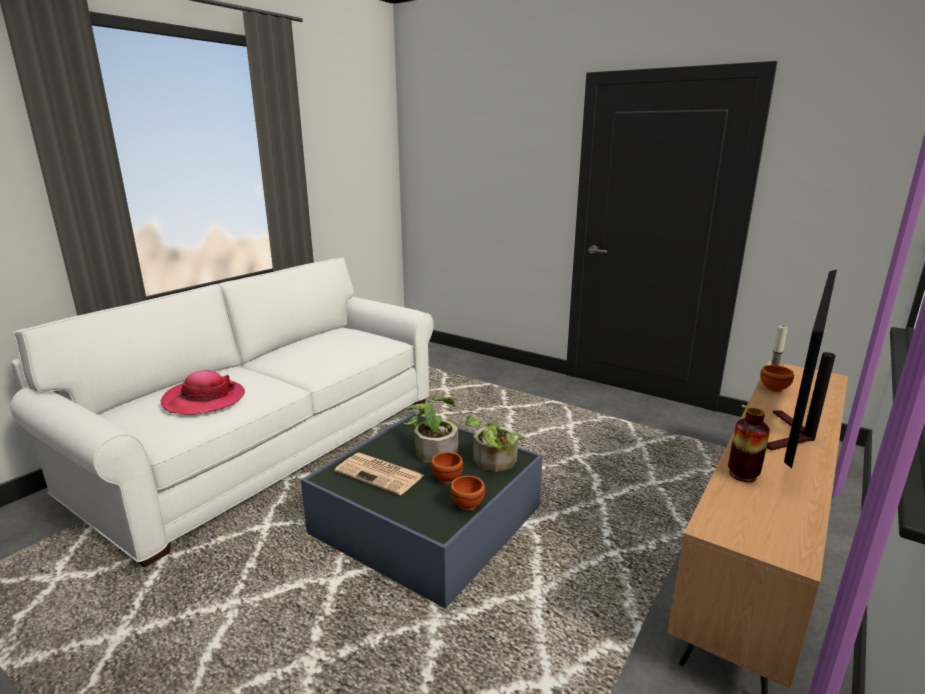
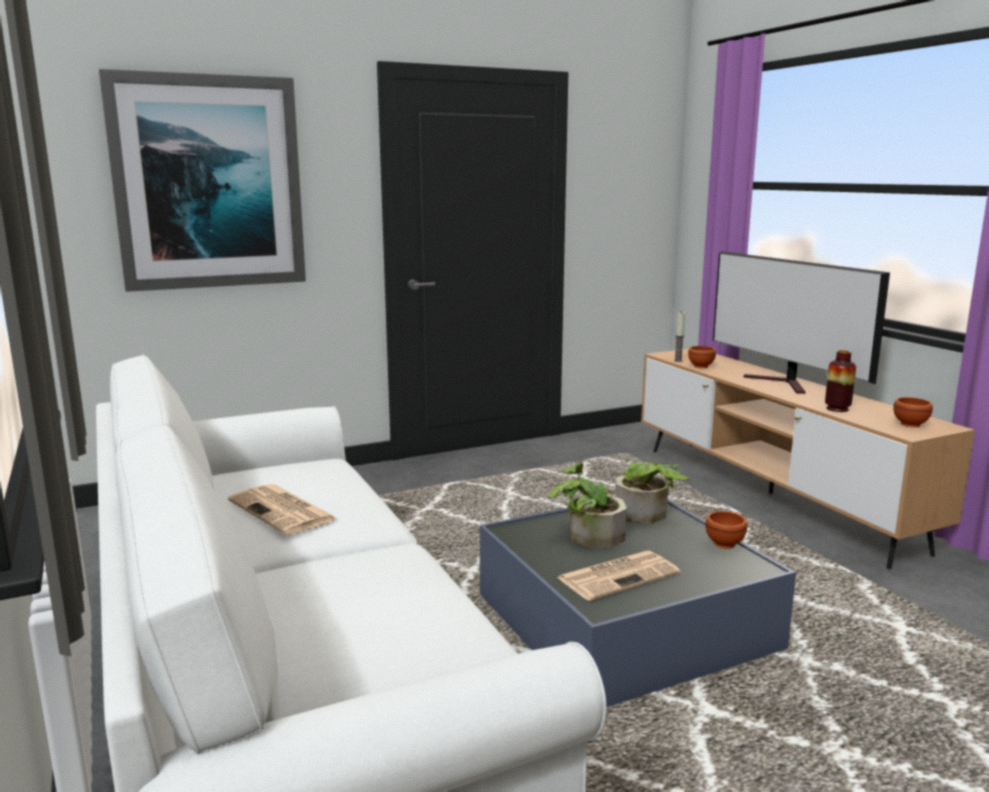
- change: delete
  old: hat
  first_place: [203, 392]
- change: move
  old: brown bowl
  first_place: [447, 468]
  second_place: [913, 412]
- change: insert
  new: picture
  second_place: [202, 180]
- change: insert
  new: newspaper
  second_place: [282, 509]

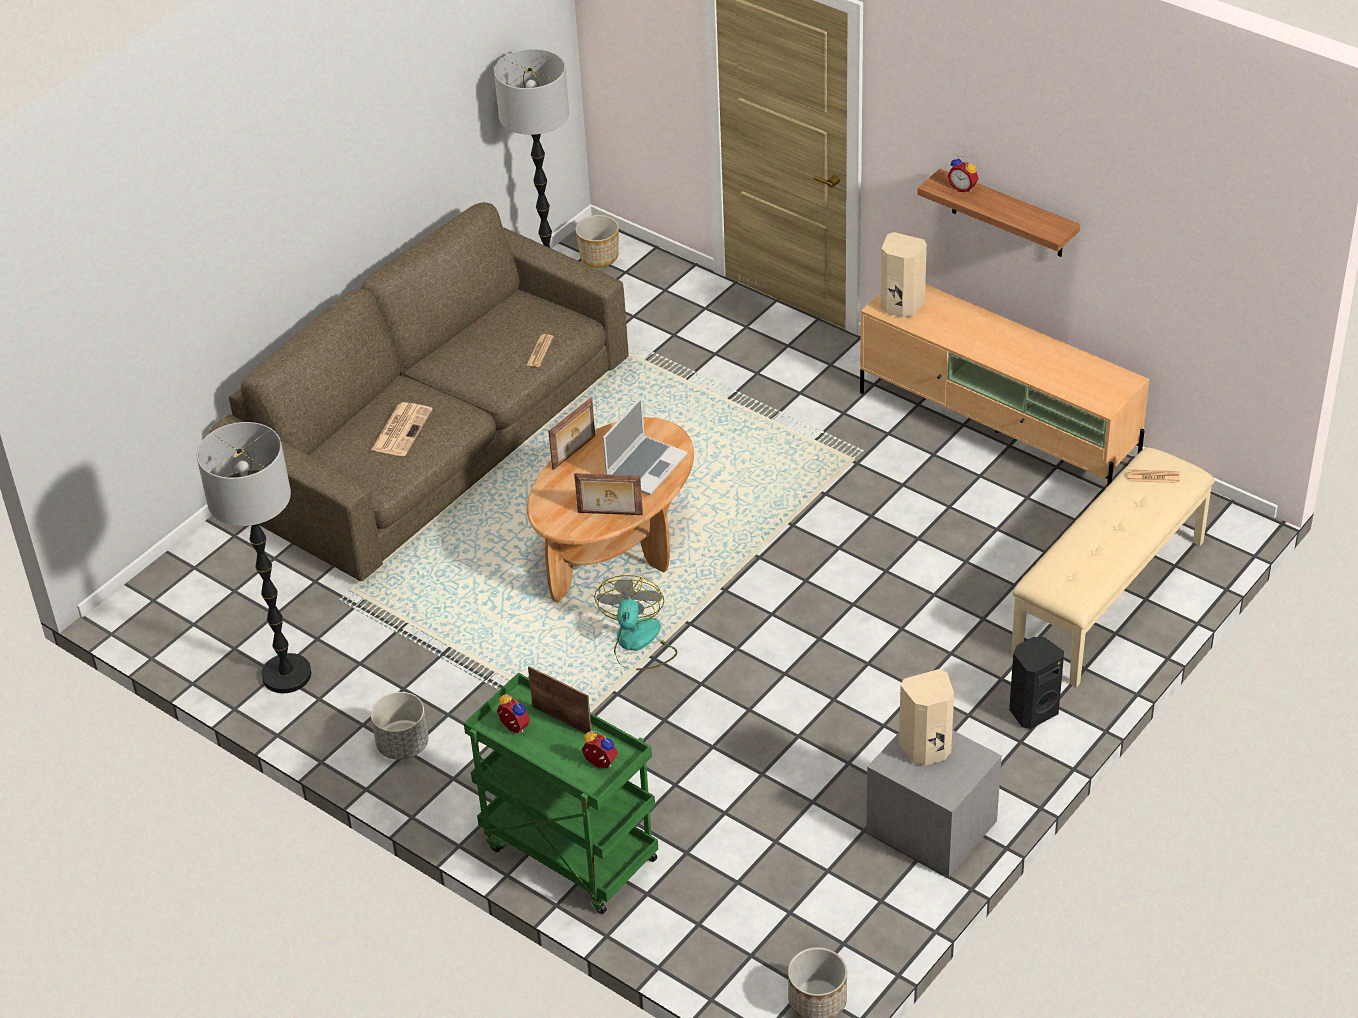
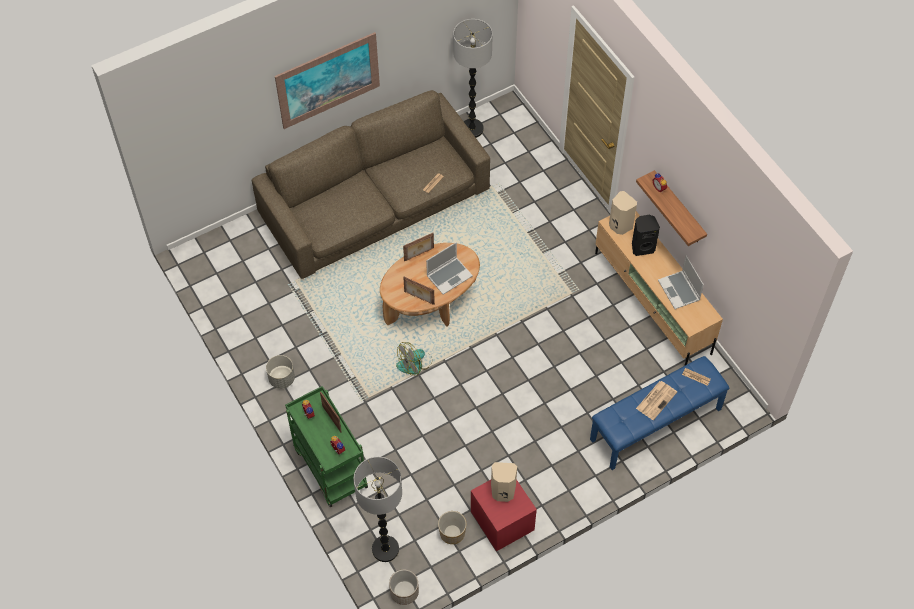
- change: move
  old: floor lamp
  first_place: [254, 557]
  second_place: [378, 509]
- change: move
  old: newspaper
  first_place: [401, 429]
  second_place: [656, 400]
- change: move
  old: planter
  first_place: [597, 241]
  second_place: [452, 527]
- change: rotate
  old: fan
  first_place: [635, 622]
  second_place: [414, 359]
  degrees: -150
- change: recolor
  old: grey nightstand
  new: red nightstand
  first_place: [934, 803]
  second_place: [504, 515]
- change: move
  old: black speaker
  first_place: [1036, 683]
  second_place: [646, 235]
- change: recolor
  old: beige bench
  new: blue bench
  first_place: [1113, 567]
  second_place: [659, 413]
- change: insert
  new: picture
  second_place: [327, 80]
- change: insert
  new: laptop
  second_place: [681, 282]

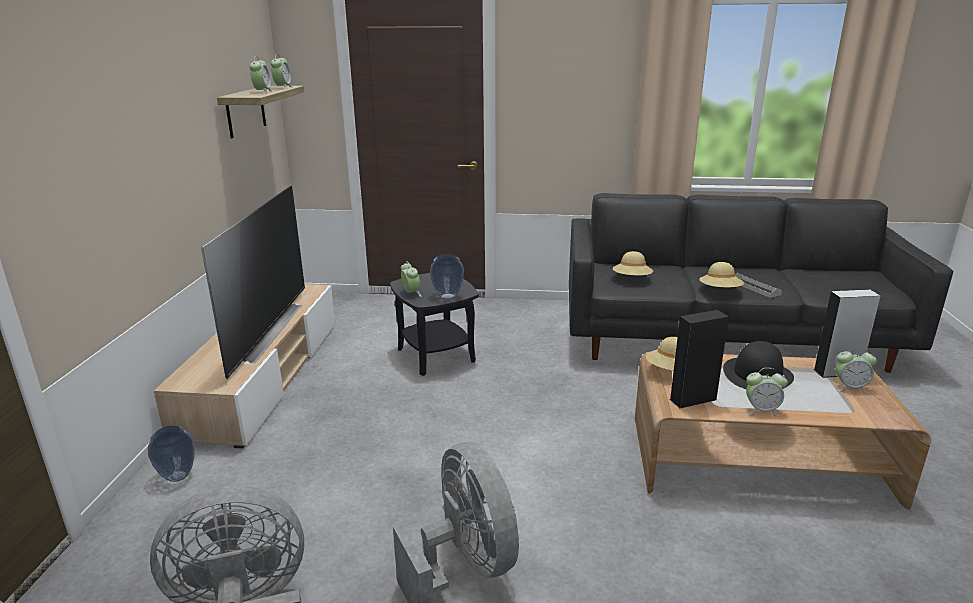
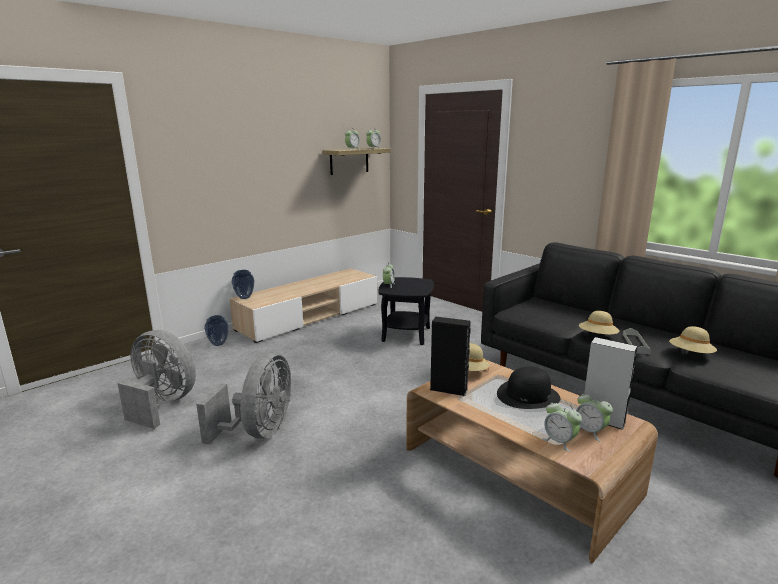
- change: delete
  old: television
  first_place: [253, 282]
- change: move
  old: vase
  first_place: [447, 276]
  second_place: [243, 284]
- change: move
  old: beige hat
  first_place: [633, 263]
  second_place: [693, 339]
- change: move
  old: alarm clock
  first_place: [767, 392]
  second_place: [562, 426]

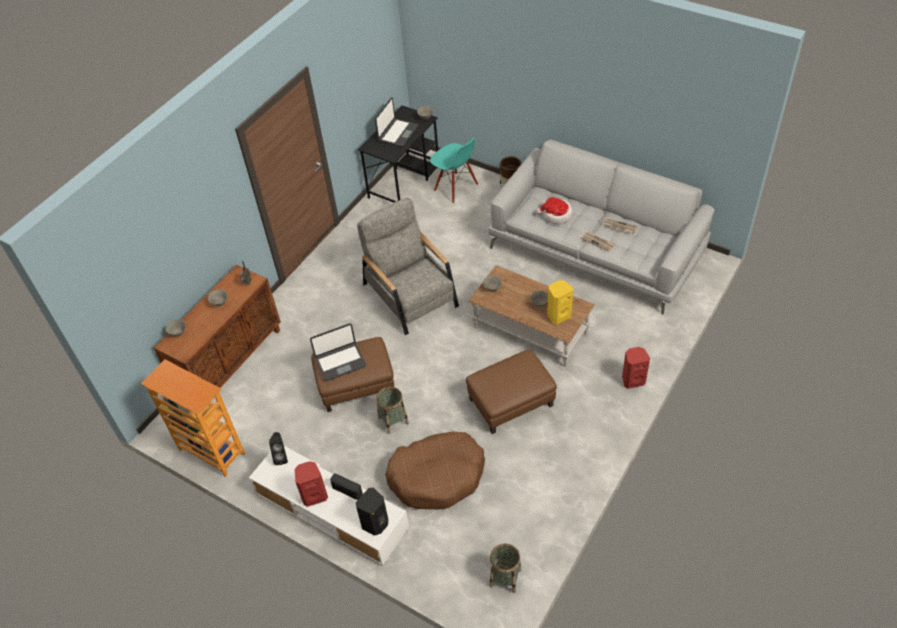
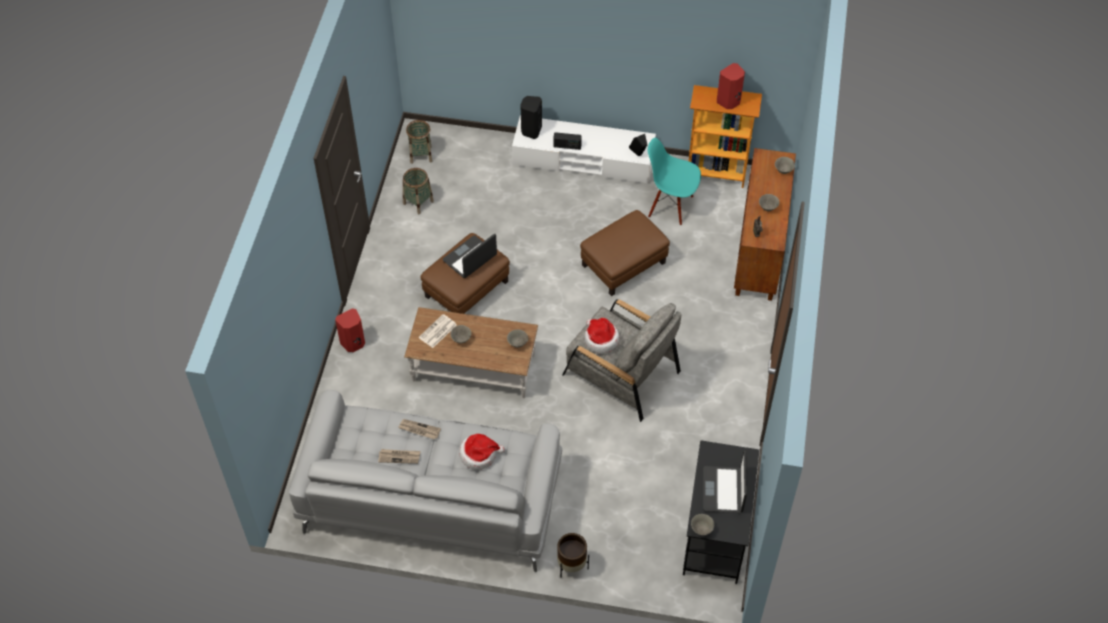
- change: move
  old: red speaker
  first_place: [311, 484]
  second_place: [731, 86]
- change: move
  old: laptop
  first_place: [338, 352]
  second_place: [469, 256]
- change: move
  old: basket
  first_place: [392, 410]
  second_place: [418, 191]
- change: delete
  old: brown dog bed
  first_place: [435, 470]
- change: move
  old: turquoise chair
  first_place: [454, 170]
  second_place: [674, 181]
- change: replace
  old: yellow speaker
  new: newspaper
  first_place: [560, 302]
  second_place: [437, 331]
- change: insert
  new: hat
  second_place: [601, 335]

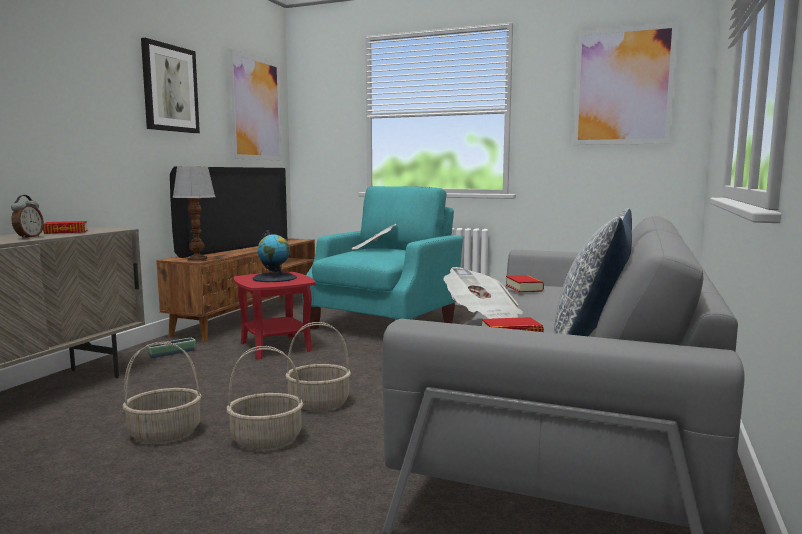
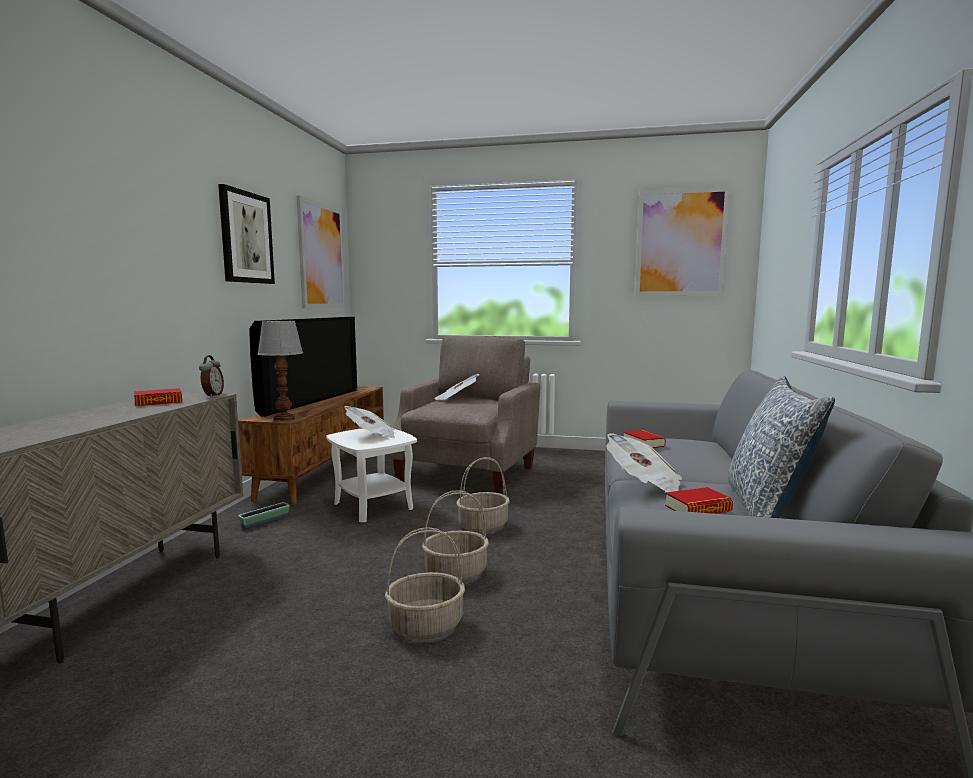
- change: move
  old: alarm clock
  first_place: [27, 217]
  second_place: [211, 376]
- change: move
  old: basket
  first_place: [162, 392]
  second_place: [483, 495]
- change: recolor
  old: red side table
  new: white side table
  first_place: [274, 315]
  second_place: [371, 475]
- change: replace
  old: globe
  new: newspaper
  first_place: [274, 256]
  second_place: [369, 422]
- change: recolor
  old: turquoise armchair
  new: beige armchair
  first_place: [382, 257]
  second_place: [465, 414]

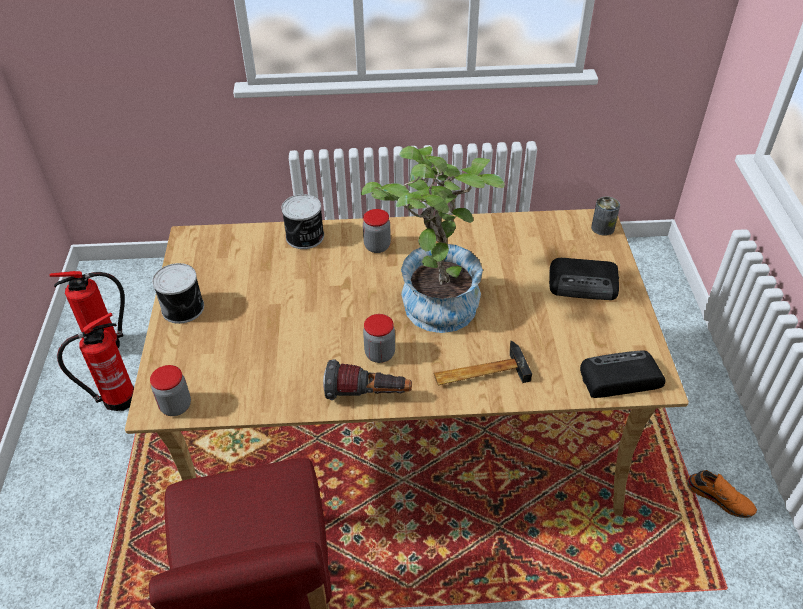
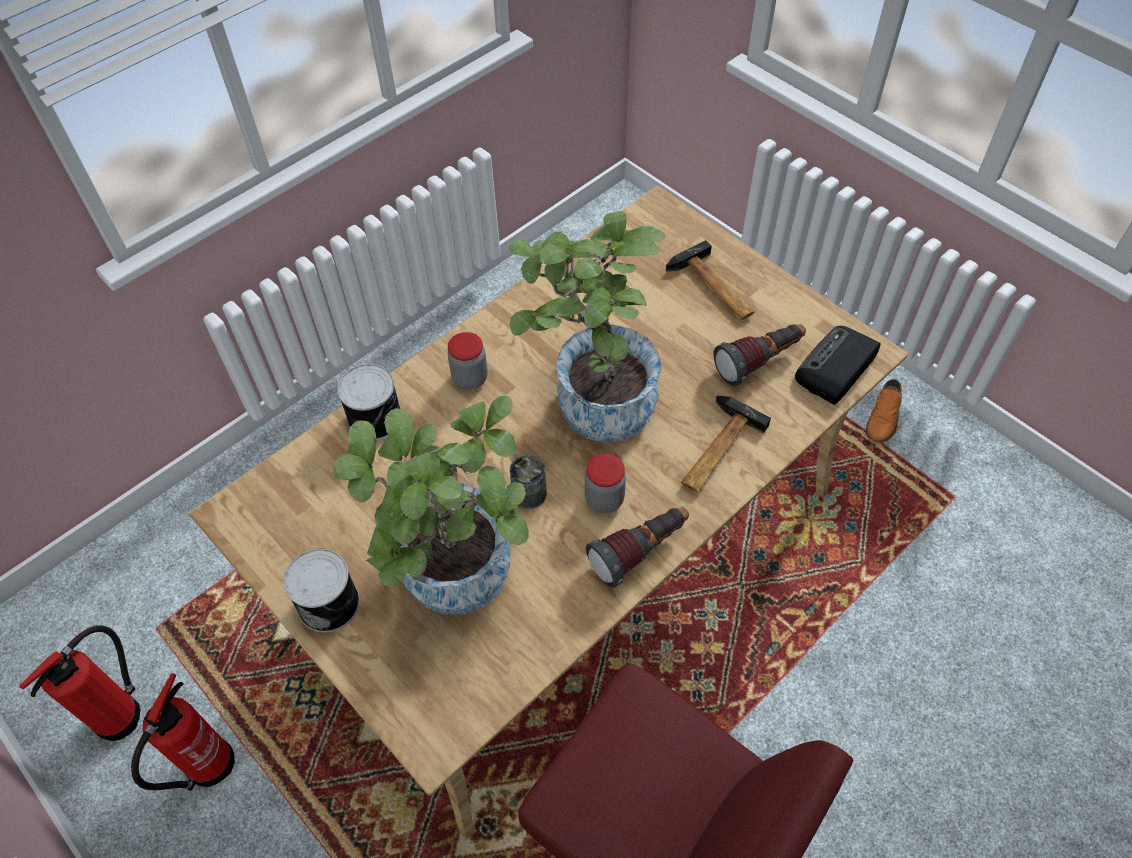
- change: delete
  old: jar
  first_place: [170, 390]
- change: replace
  old: radio
  new: hammer
  first_place: [584, 279]
  second_place: [710, 280]
- change: move
  old: can
  first_place: [605, 216]
  second_place: [528, 482]
- change: rotate
  old: orange shoe
  first_place: [721, 494]
  second_place: [884, 410]
  degrees: 120
- change: insert
  new: potted plant
  second_place: [431, 505]
- change: insert
  new: flashlight
  second_place: [759, 355]

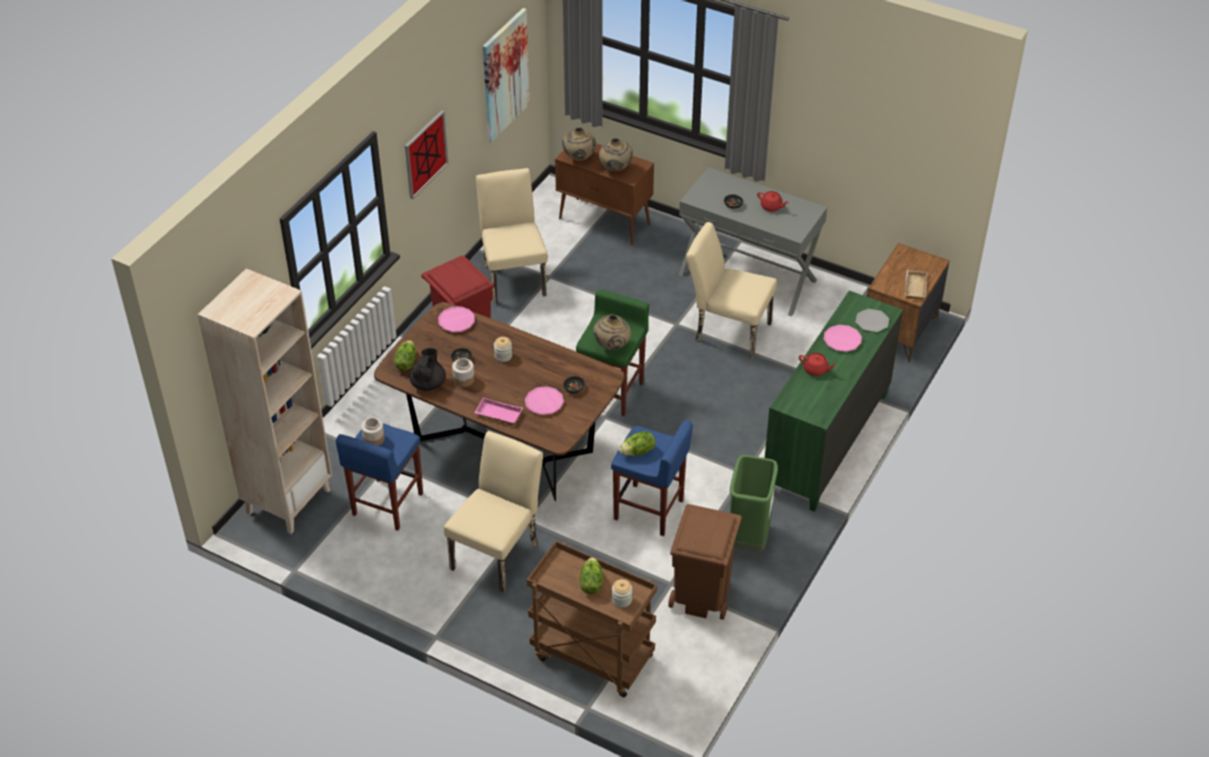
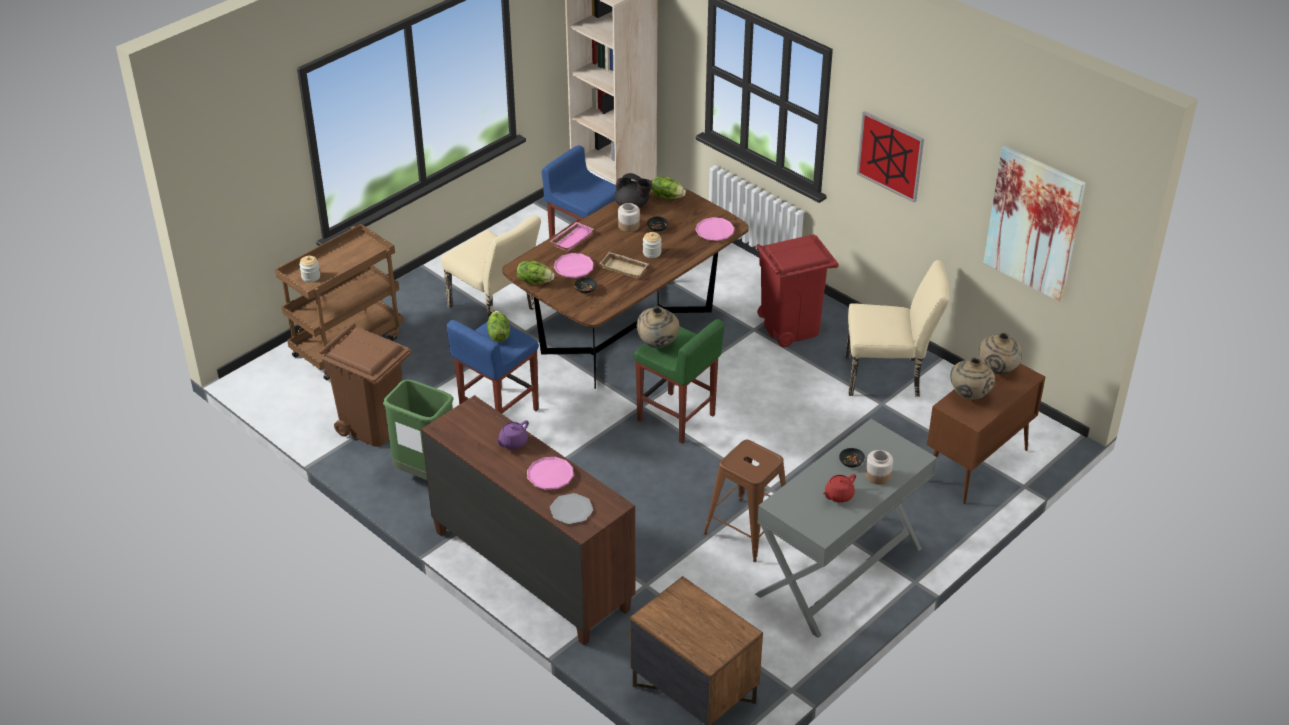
- change: move
  old: jar
  first_place: [373, 431]
  second_place: [879, 467]
- change: move
  old: lettuce
  first_place: [591, 575]
  second_place: [536, 272]
- change: replace
  old: beige chair
  new: brown stool
  first_place: [731, 290]
  second_place: [744, 501]
- change: recolor
  old: green dresser
  new: brown dresser
  first_place: [834, 401]
  second_place: [528, 520]
- change: recolor
  old: red teapot
  new: purple teapot
  first_place: [818, 364]
  second_place: [512, 434]
- change: move
  old: beige tray
  first_place: [916, 285]
  second_place: [624, 265]

